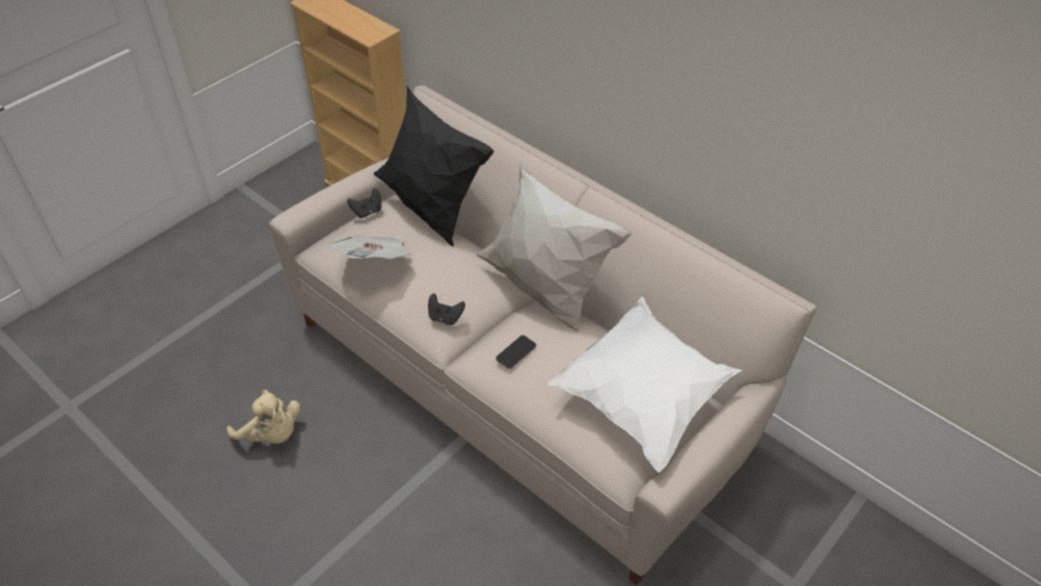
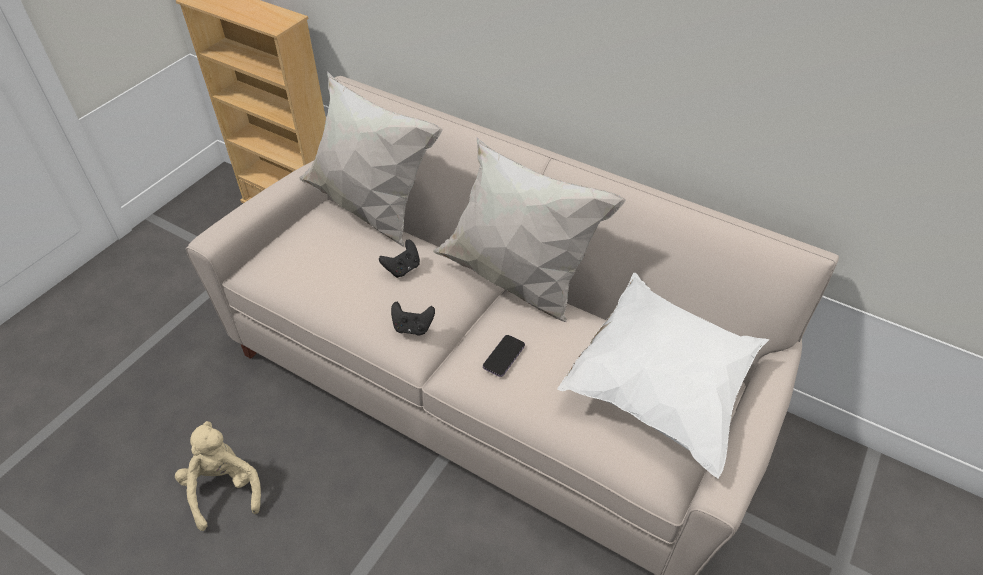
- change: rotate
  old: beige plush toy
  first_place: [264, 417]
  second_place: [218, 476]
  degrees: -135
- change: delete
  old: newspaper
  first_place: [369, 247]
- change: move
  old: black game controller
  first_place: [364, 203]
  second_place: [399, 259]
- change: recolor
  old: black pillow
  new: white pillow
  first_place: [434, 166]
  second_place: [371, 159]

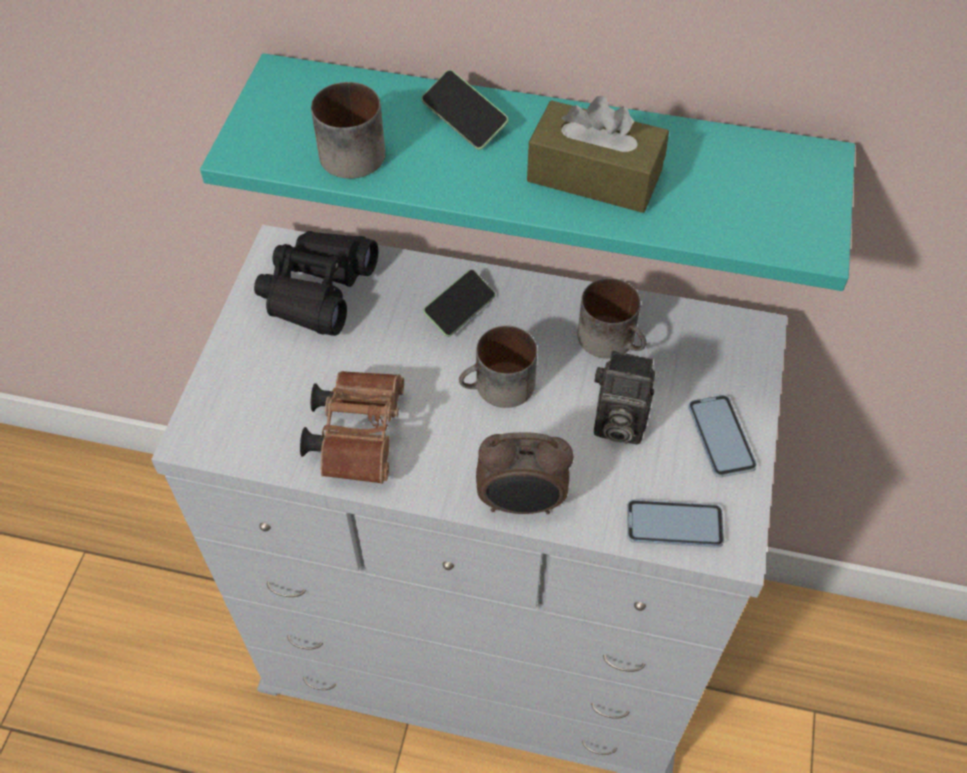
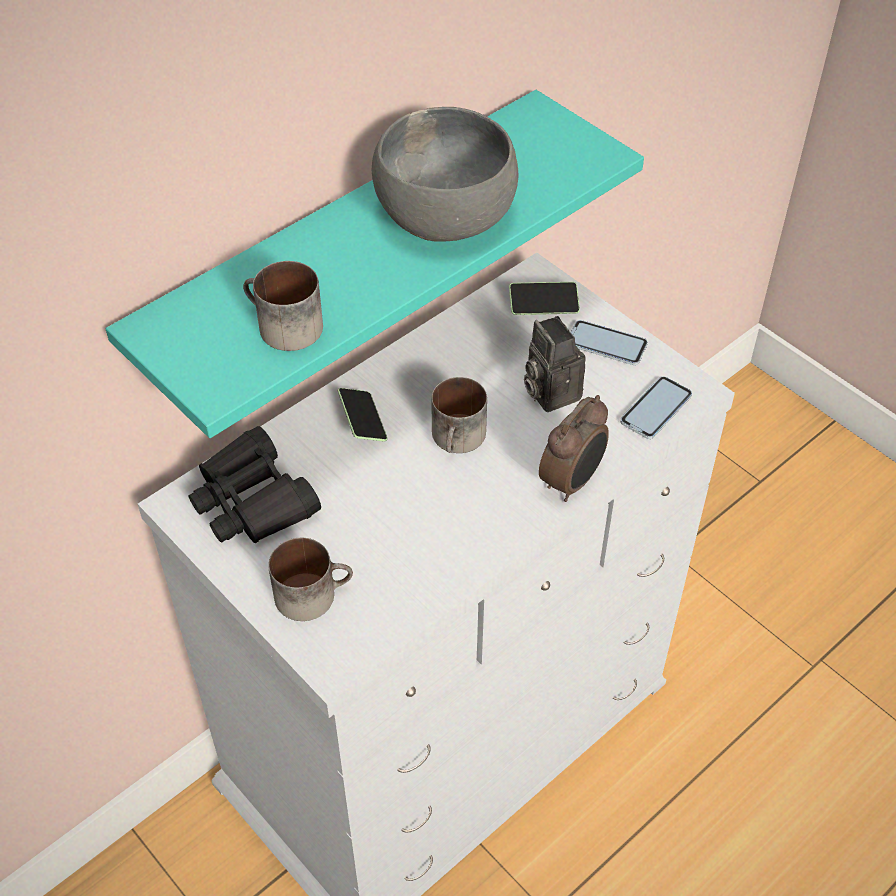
- change: delete
  old: brown binoculars
  first_place: [352, 427]
- change: move
  old: phone
  first_place: [465, 110]
  second_place: [544, 298]
- change: replace
  old: brown tissue box
  new: grey bowl
  first_place: [598, 154]
  second_place: [445, 174]
- change: move
  old: mug
  first_place: [612, 318]
  second_place: [310, 579]
- change: rotate
  old: photo camera
  first_place: [624, 398]
  second_place: [555, 364]
  degrees: 105

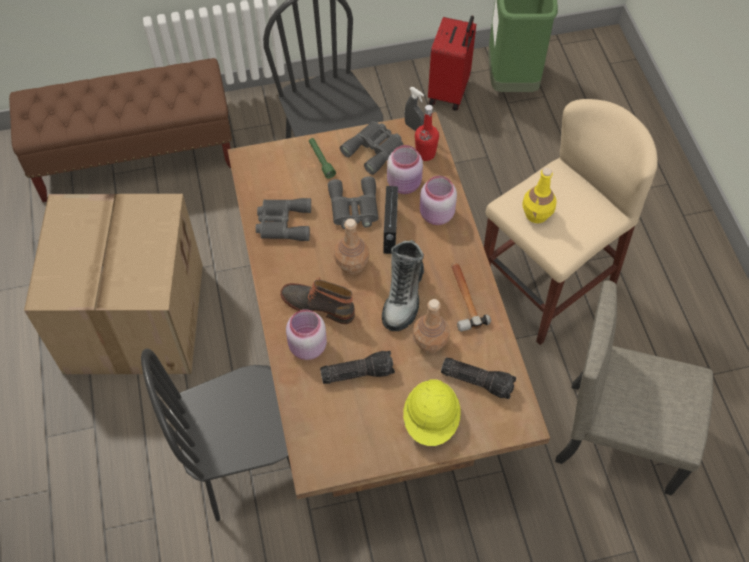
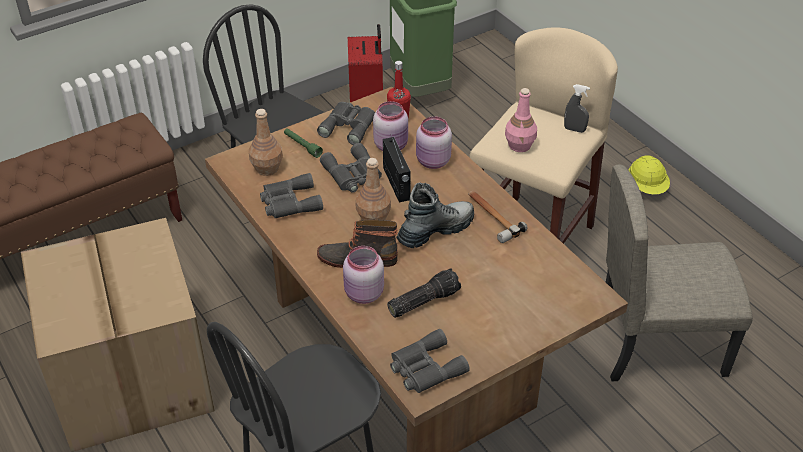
- change: rotate
  old: boot
  first_place: [403, 285]
  second_place: [435, 215]
  degrees: -120
- change: move
  old: yellow hard hat
  first_place: [432, 412]
  second_place: [649, 174]
- change: move
  old: grey spray bottle
  first_place: [415, 109]
  second_place: [577, 108]
- change: move
  old: brown bottle
  first_place: [431, 326]
  second_place: [266, 142]
- change: delete
  old: flashlight
  first_place: [478, 378]
- change: recolor
  old: yellow bottle
  new: pink bottle
  first_place: [539, 195]
  second_place: [521, 120]
- change: insert
  new: grey binoculars
  second_place: [430, 361]

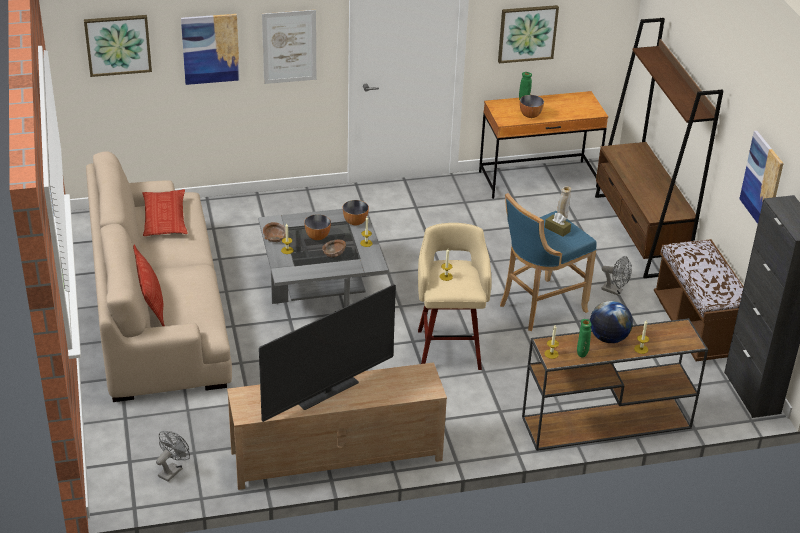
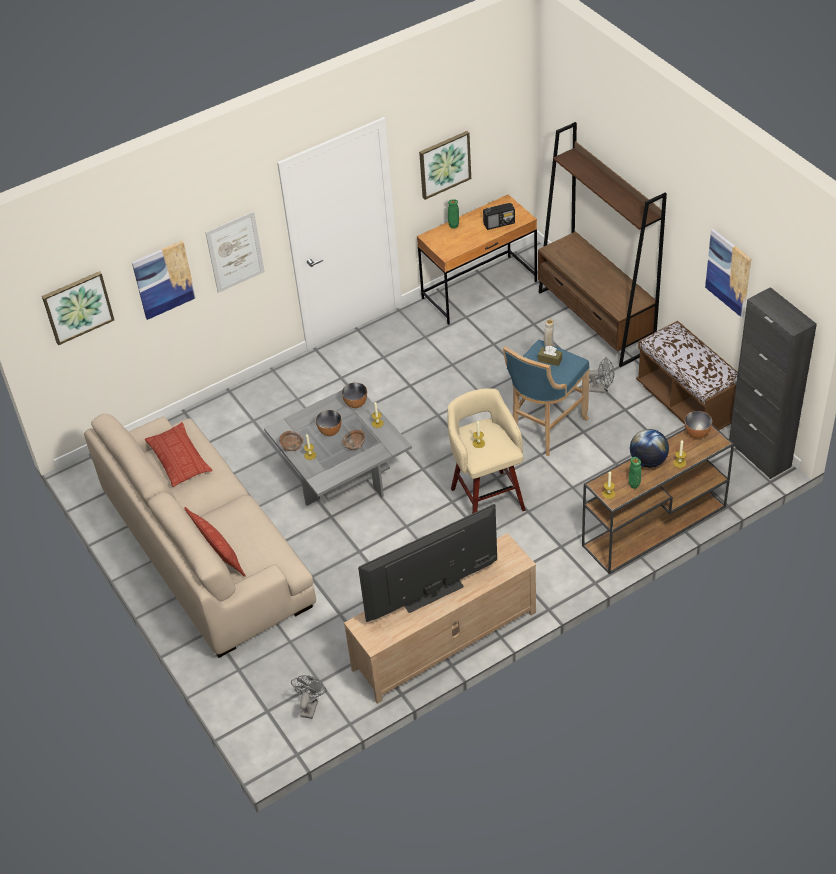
- change: rotate
  old: television
  first_place: [327, 353]
  second_place: [427, 563]
  degrees: -150
- change: move
  old: bowl
  first_place: [532, 106]
  second_place: [698, 425]
- change: insert
  new: radio
  second_place: [499, 216]

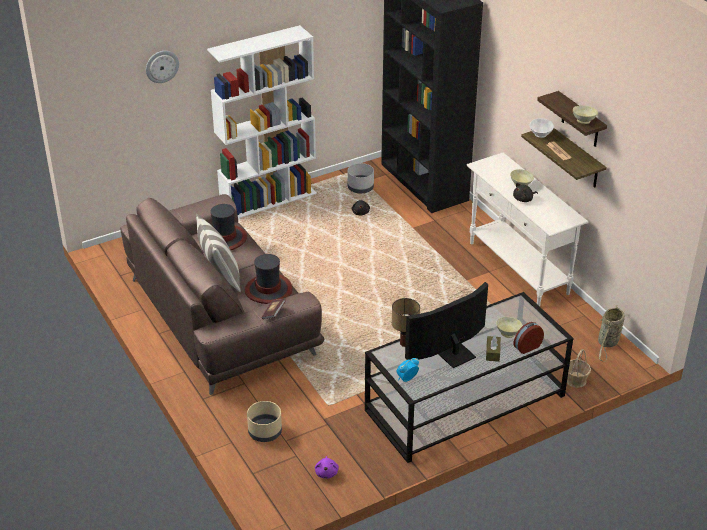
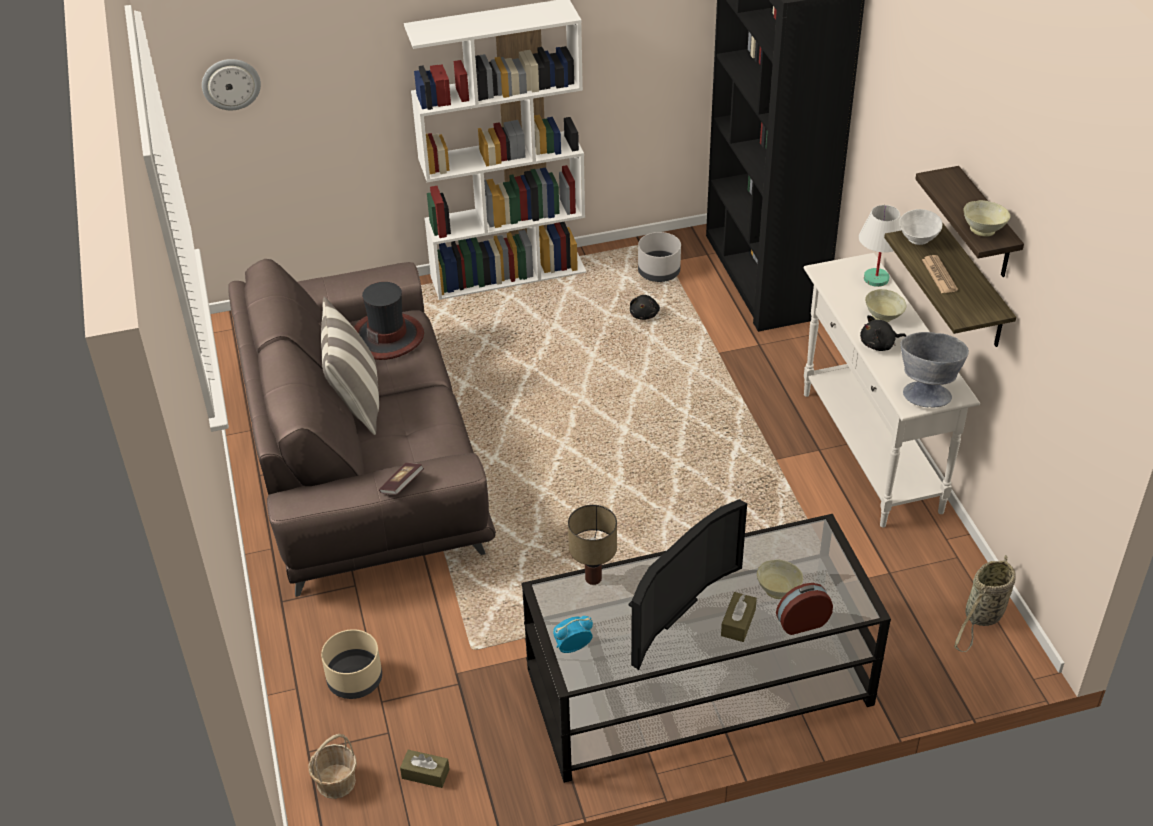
- change: move
  old: wall clock
  first_place: [162, 67]
  second_place: [231, 84]
- change: delete
  old: hat
  first_place: [268, 279]
- change: replace
  old: purple plush toy
  new: brown tissue box
  first_place: [327, 467]
  second_place: [425, 769]
- change: rotate
  old: television
  first_place: [446, 325]
  second_place: [687, 584]
  degrees: 150
- change: move
  old: basket
  first_place: [579, 368]
  second_place: [332, 766]
- change: insert
  new: white table lamp
  second_place: [880, 246]
- change: insert
  new: grey bowl
  second_place: [935, 370]

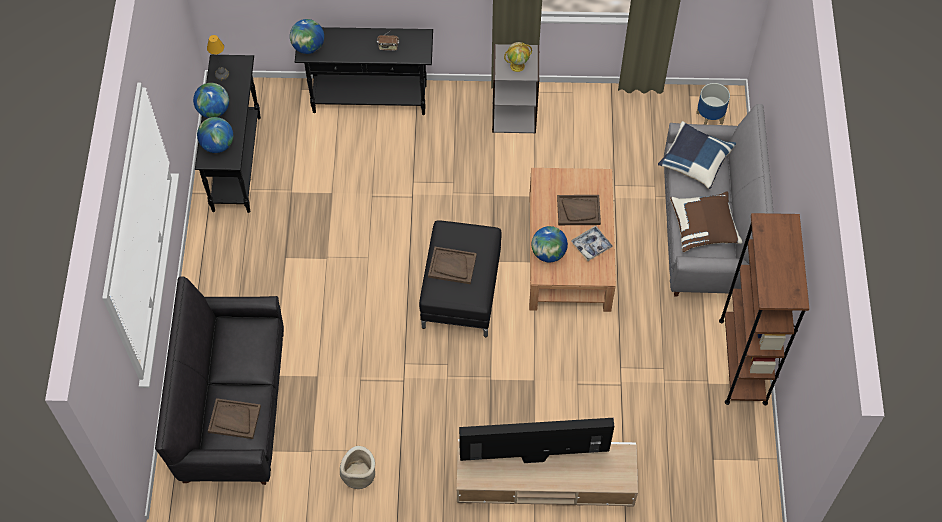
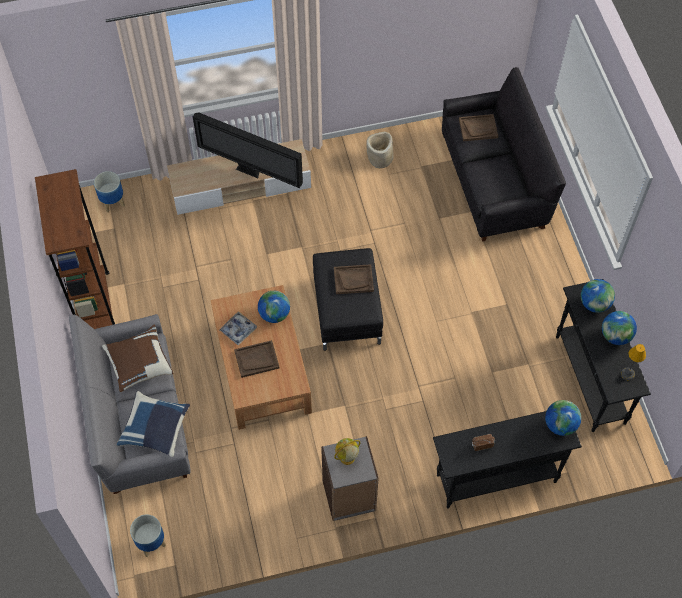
- change: rotate
  old: television
  first_place: [536, 440]
  second_place: [248, 150]
  degrees: 45
- change: insert
  new: planter
  second_place: [109, 192]

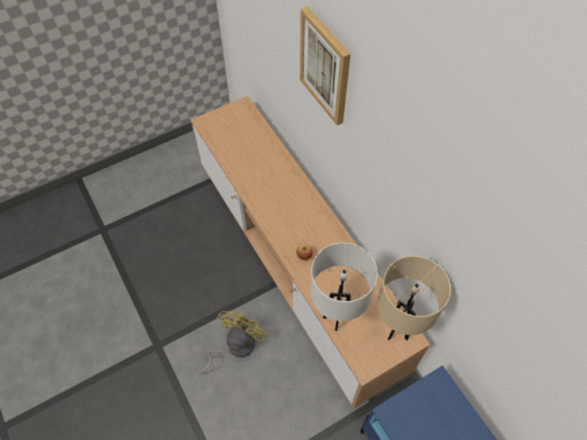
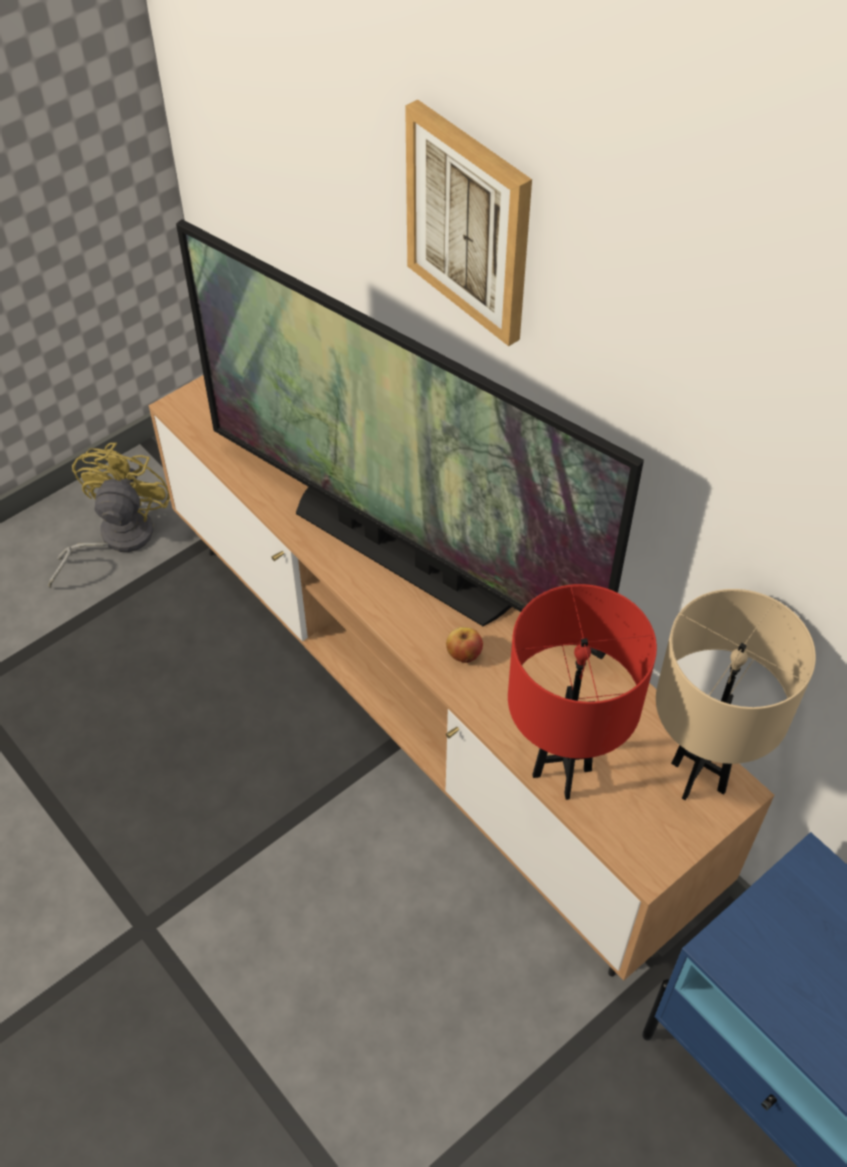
- change: move
  old: yellow fan
  first_place: [232, 342]
  second_place: [109, 515]
- change: recolor
  old: white table lamp
  new: red table lamp
  first_place: [344, 287]
  second_place: [582, 692]
- change: insert
  new: television
  second_place: [410, 439]

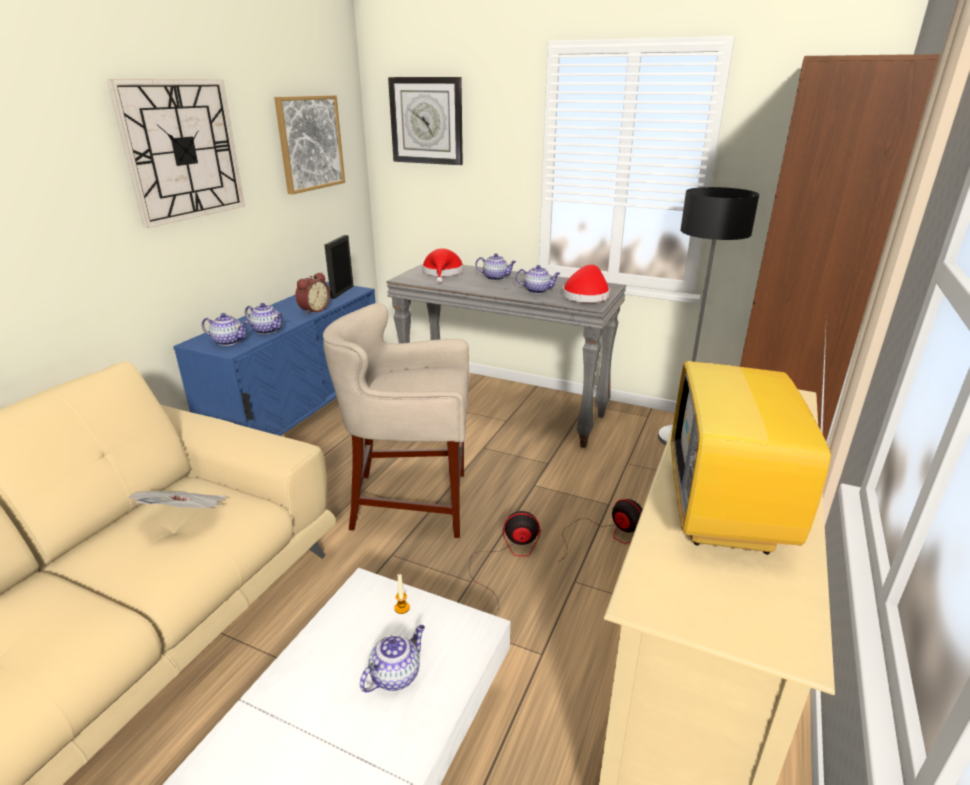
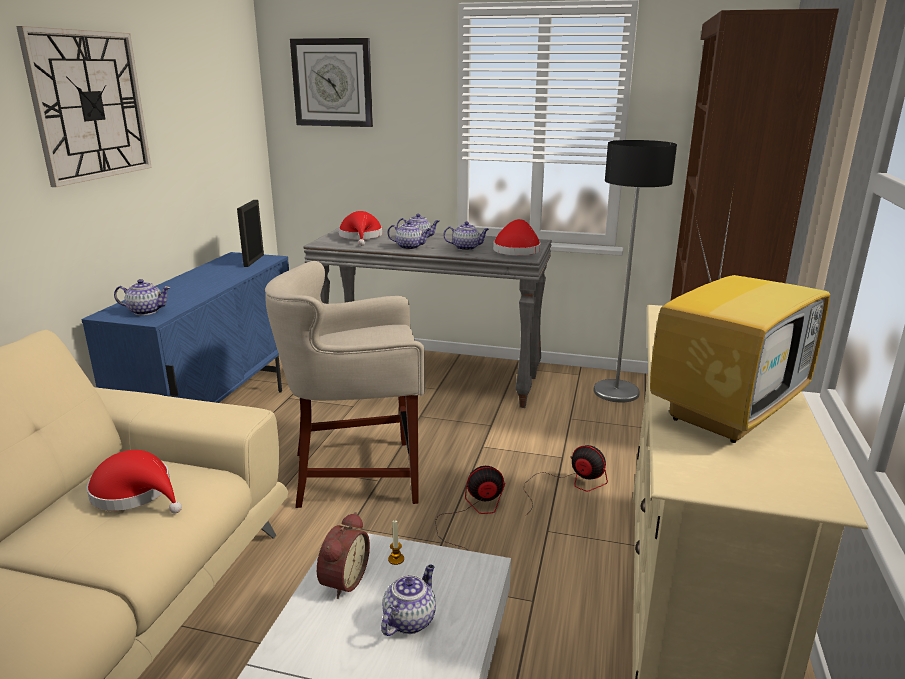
- change: replace
  old: newspaper
  new: red hat
  first_place: [178, 499]
  second_place: [134, 481]
- change: move
  old: teapot
  first_place: [264, 318]
  second_place: [409, 235]
- change: delete
  old: picture
  first_place: [309, 145]
- change: move
  old: alarm clock
  first_place: [312, 293]
  second_place: [343, 555]
- change: rotate
  old: television
  first_place: [766, 440]
  second_place: [740, 315]
  degrees: -135

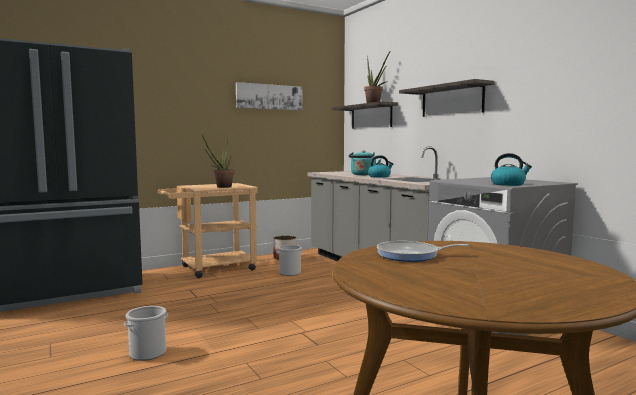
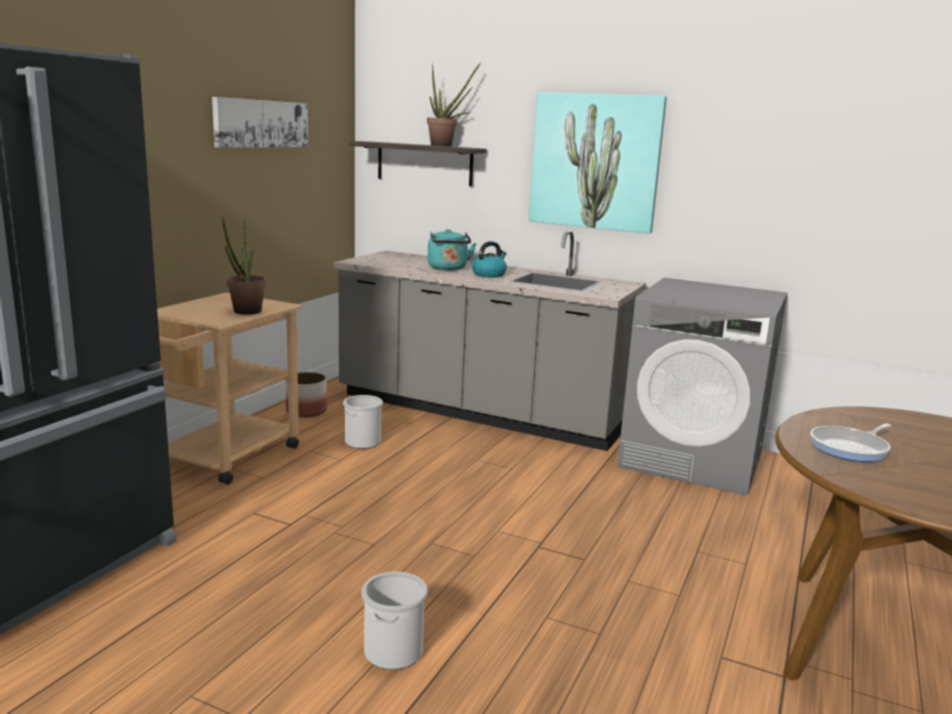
- change: replace
  old: shelf
  new: picture
  first_place: [447, 98]
  second_place: [598, 163]
- change: delete
  old: kettle
  first_place: [511, 169]

